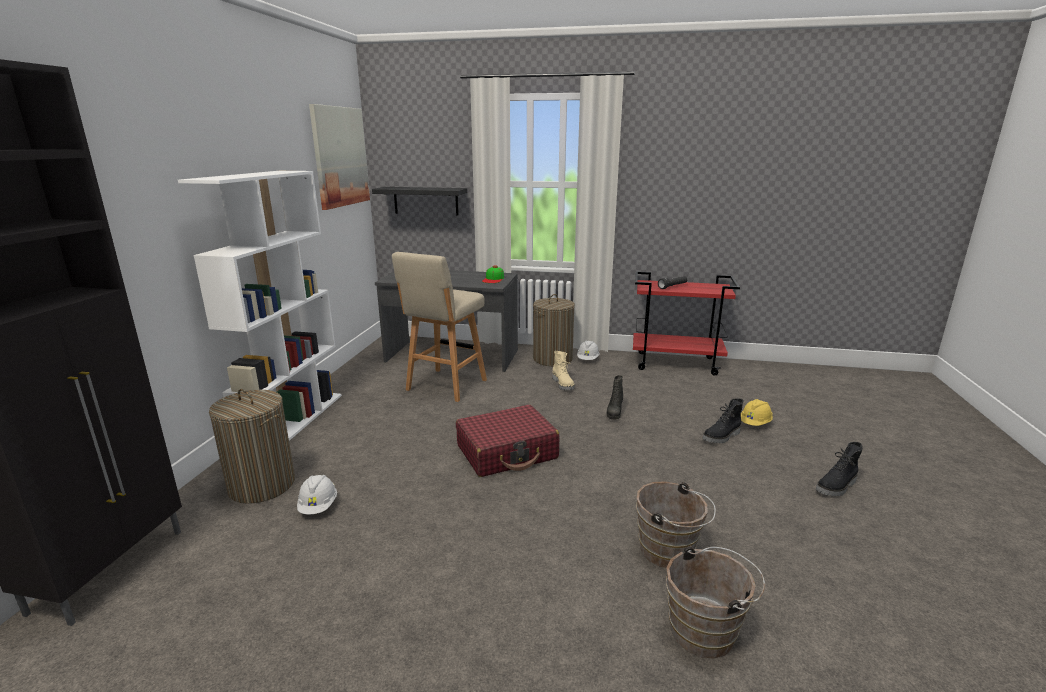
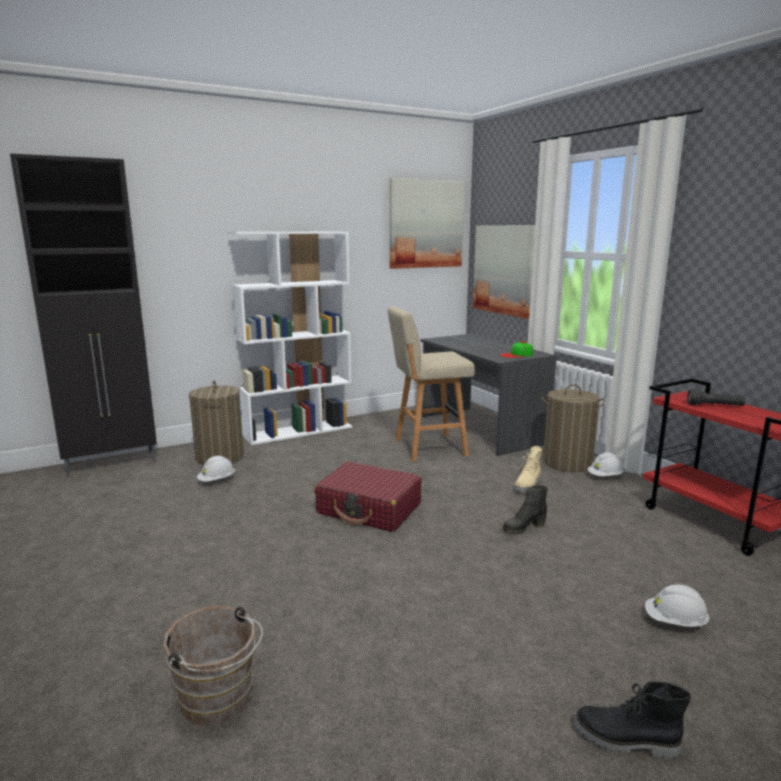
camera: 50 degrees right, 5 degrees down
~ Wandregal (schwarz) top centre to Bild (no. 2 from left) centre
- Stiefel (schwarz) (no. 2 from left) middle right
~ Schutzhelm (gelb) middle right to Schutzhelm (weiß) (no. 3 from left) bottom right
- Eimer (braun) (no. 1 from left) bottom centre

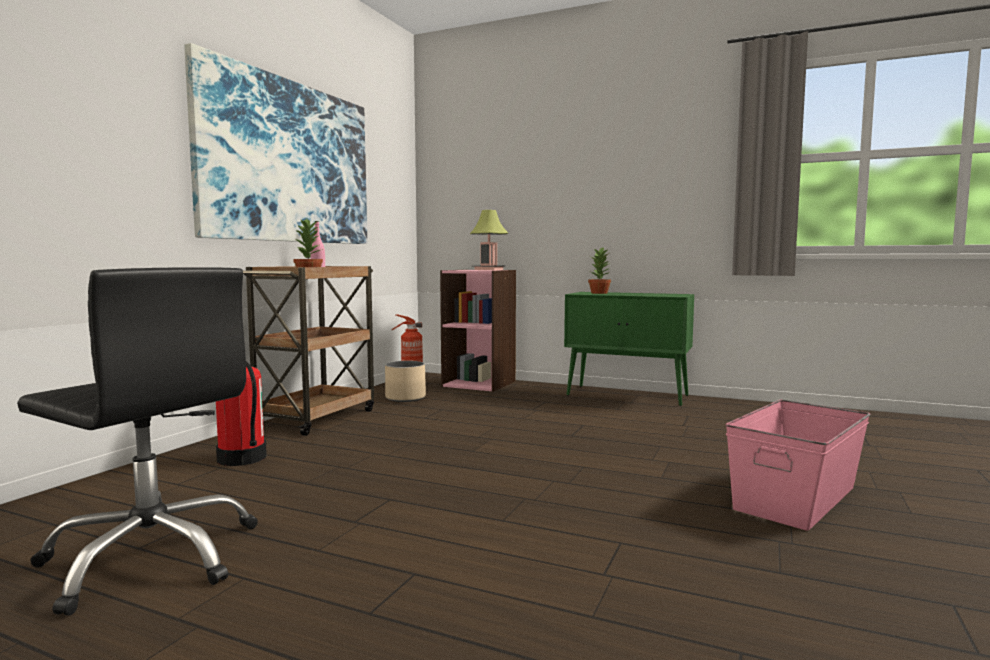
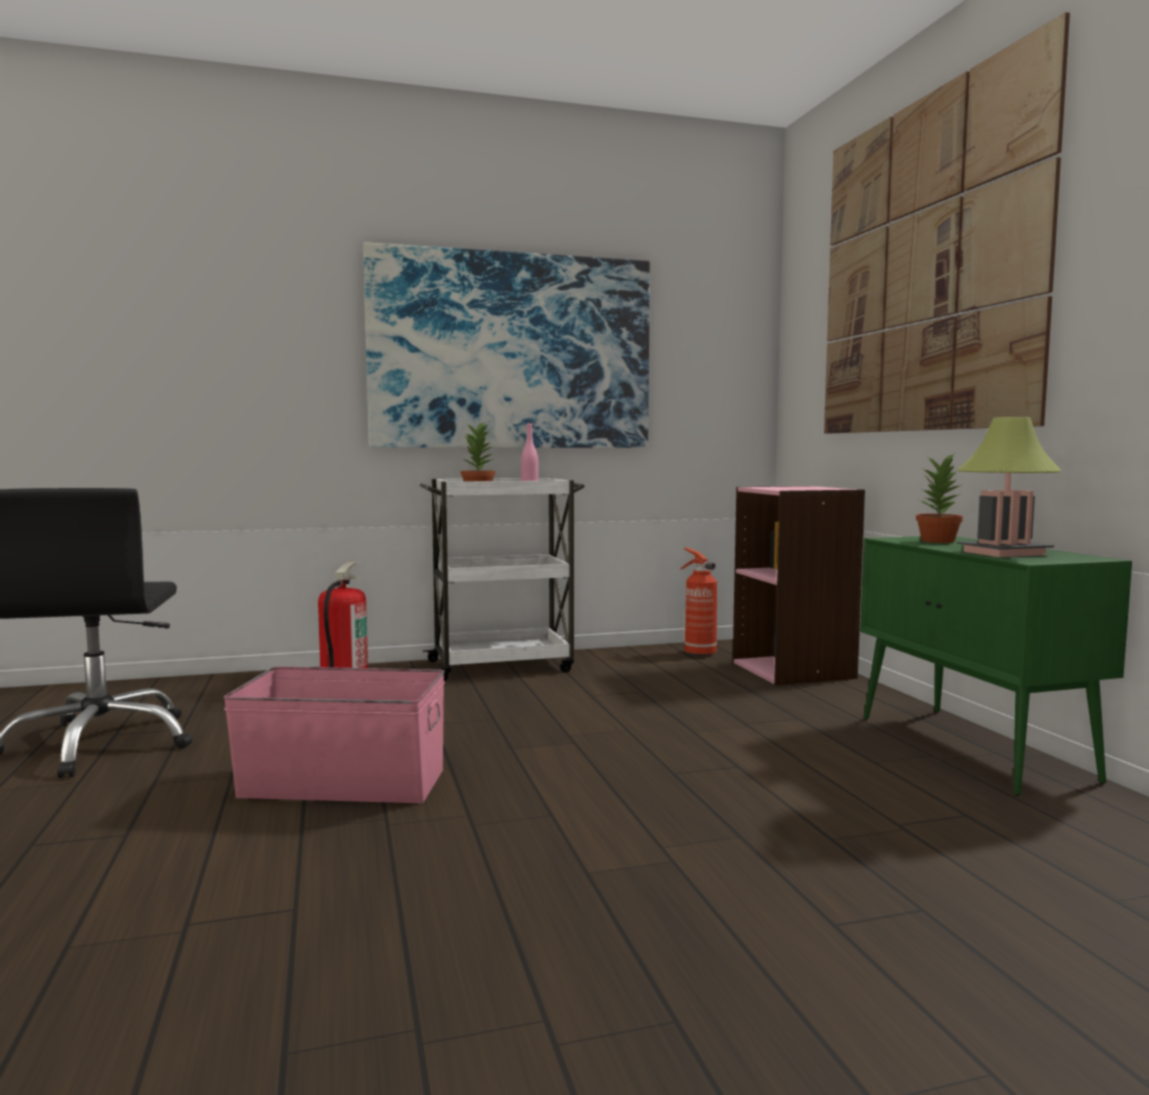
camera: 50 degrees right, 0 degrees up
~ Tischlampe centre to middle right
~ Rollwagen (braun) middle left to Rollwagen (weiß) centre
- Pflanzkübel (beige) centre
~ Aufbewahrungsbox (rosa) bottom right to bottom left
+ Bild (no. 2 from left) top right

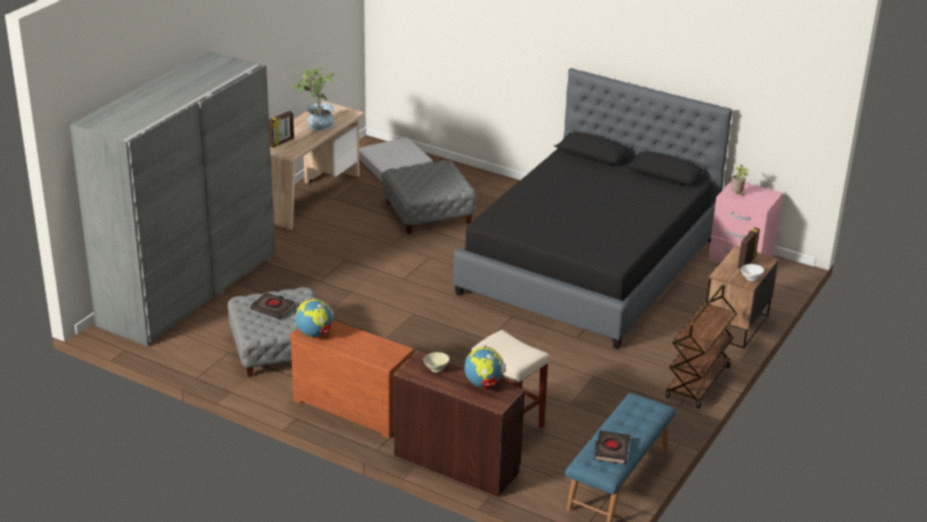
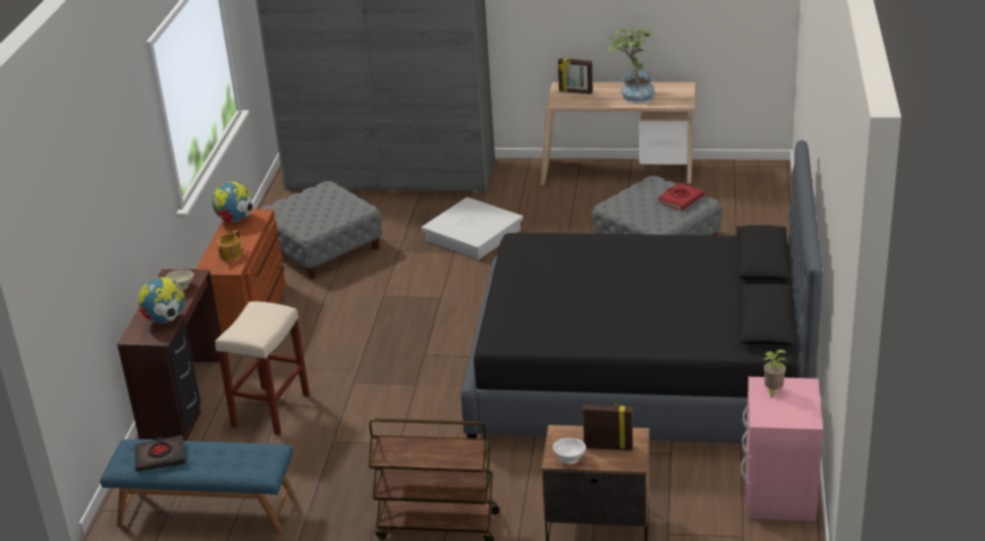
camera: 70 degrees right, 0 degrees up
~ Aufbewahrungsbox (weiß) top centre to centre
- Buch (schwarz) (no. 1 from left) middle left
+ Buch (rot) middle right
+ Teekanne middle left

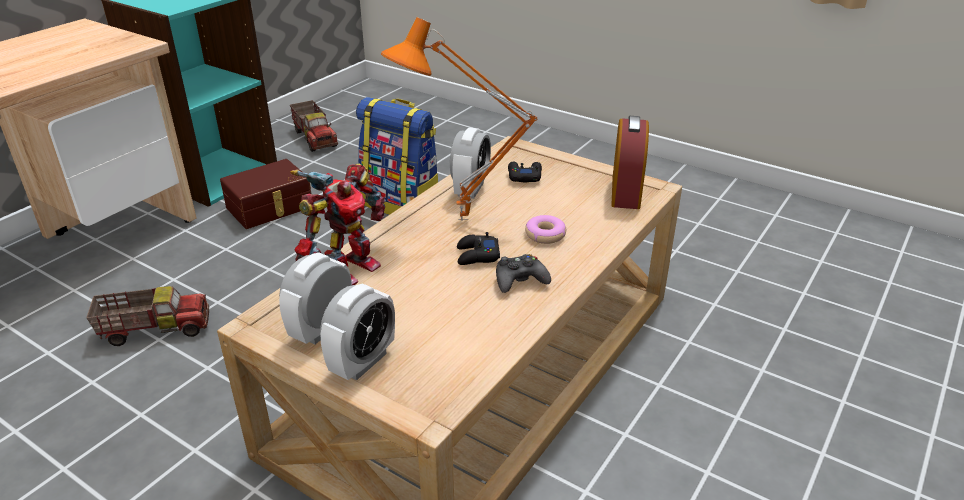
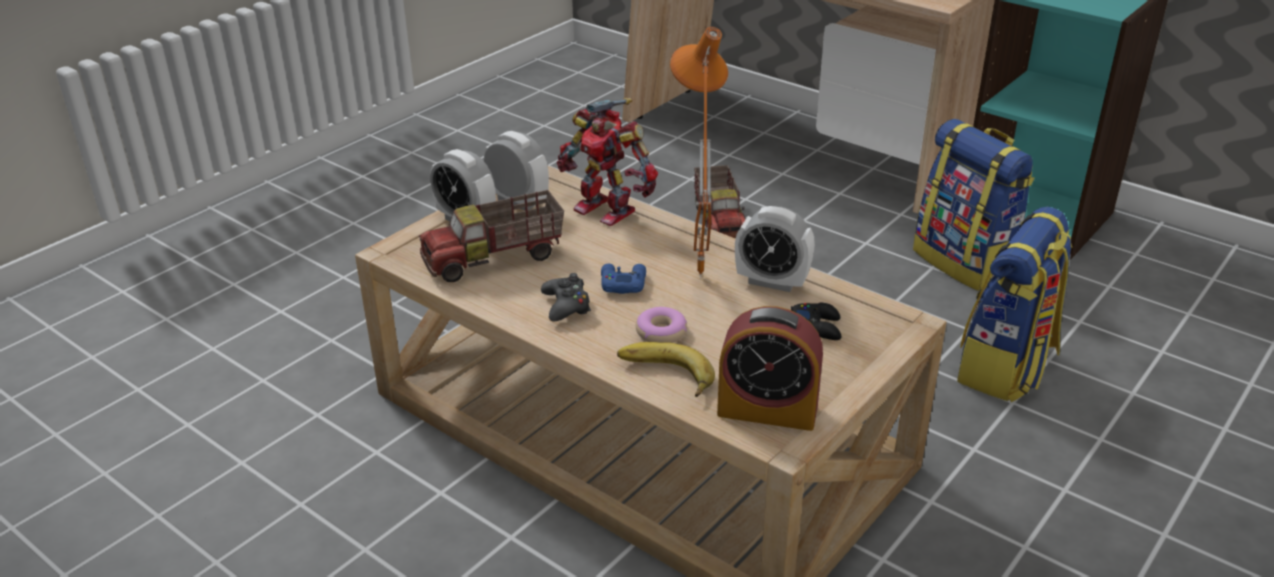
camera: 95 degrees right, 0 degrees up
~ Spielzeuglaster (no. 2 from left in the first image) top left to Spielzeuglaster (no. 1 from left) centre
~ Aufbewahrungsbox (braun) middle left to Rucksack (no. 1 from left) middle right
~ Gamepad (schwarz) (no. 1 from left) centre to Gamepad (blau) centre
+ Banane centre

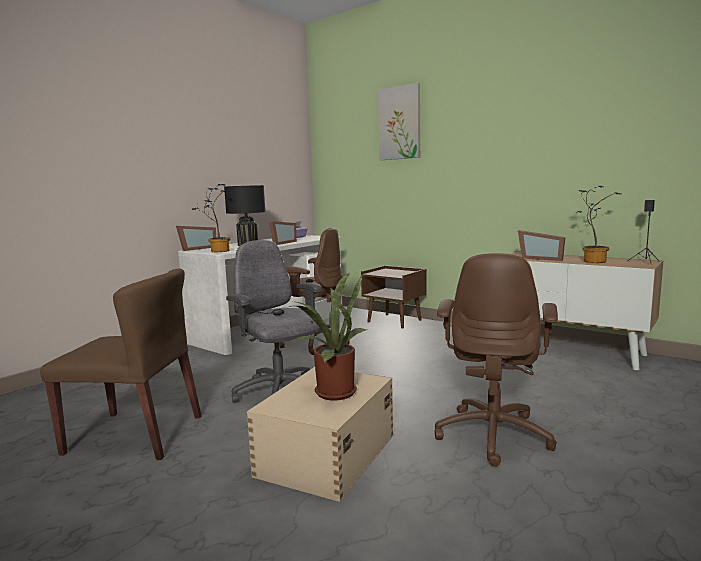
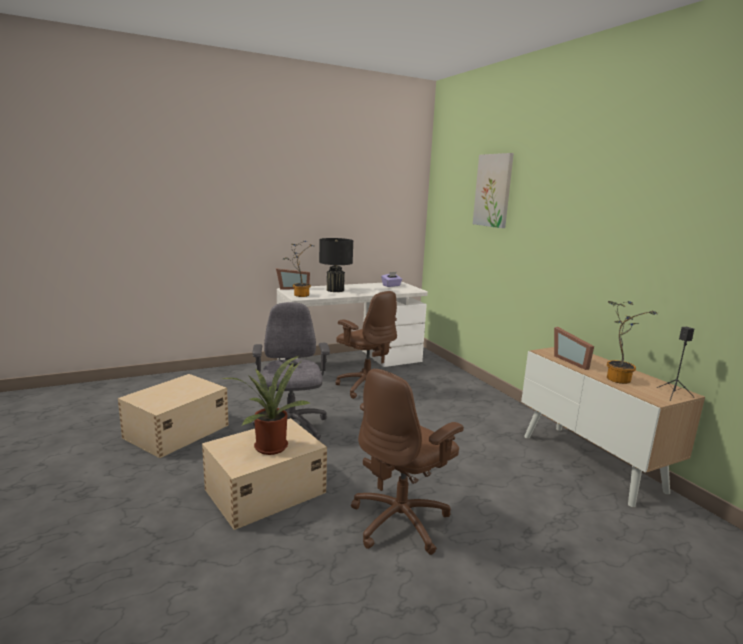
camera: 25 degrees right, 5 degrees up
- Bilderrahmen (no. 2 from left) centre
- Nachttisch (braun) centre
~ Stuhl (braun) middle left to Aufbewahrungsbox (beige) (no. 1 from left) middle left

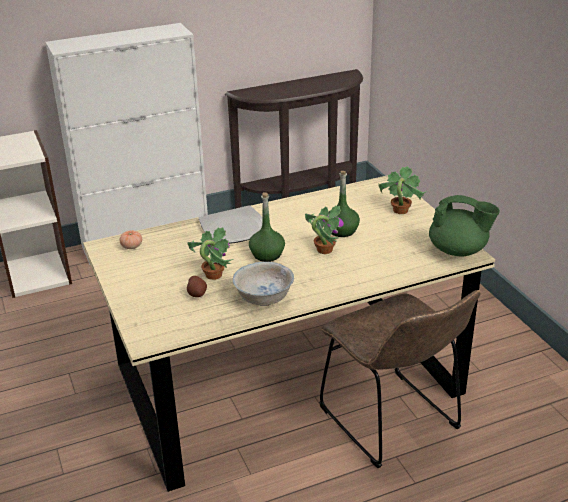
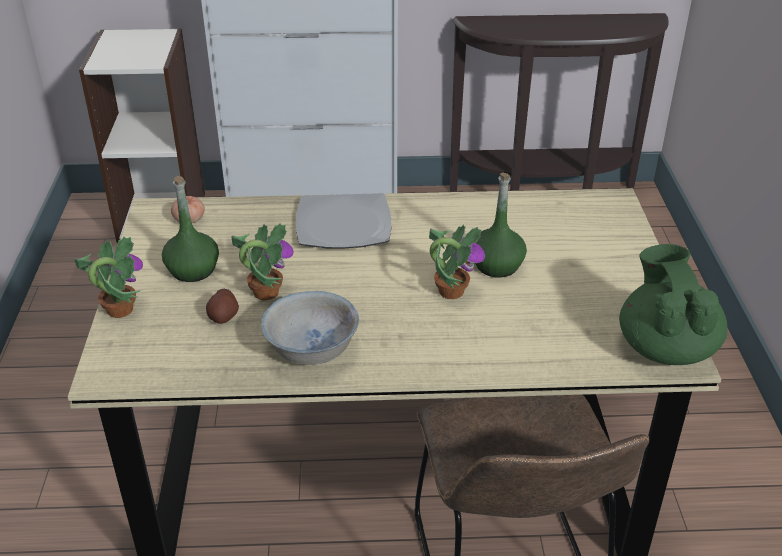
camera: 20 degrees right, 5 degrees up
~ Topfpflanze (no. 3 from left in the first image) middle right to Topfpflanze (no. 1 from left) middle left
~ Flasche (grün) (no. 1 from left) centre to middle left
~ Teekanne (grün) middle right = middle right 135 degrees counterclockwise

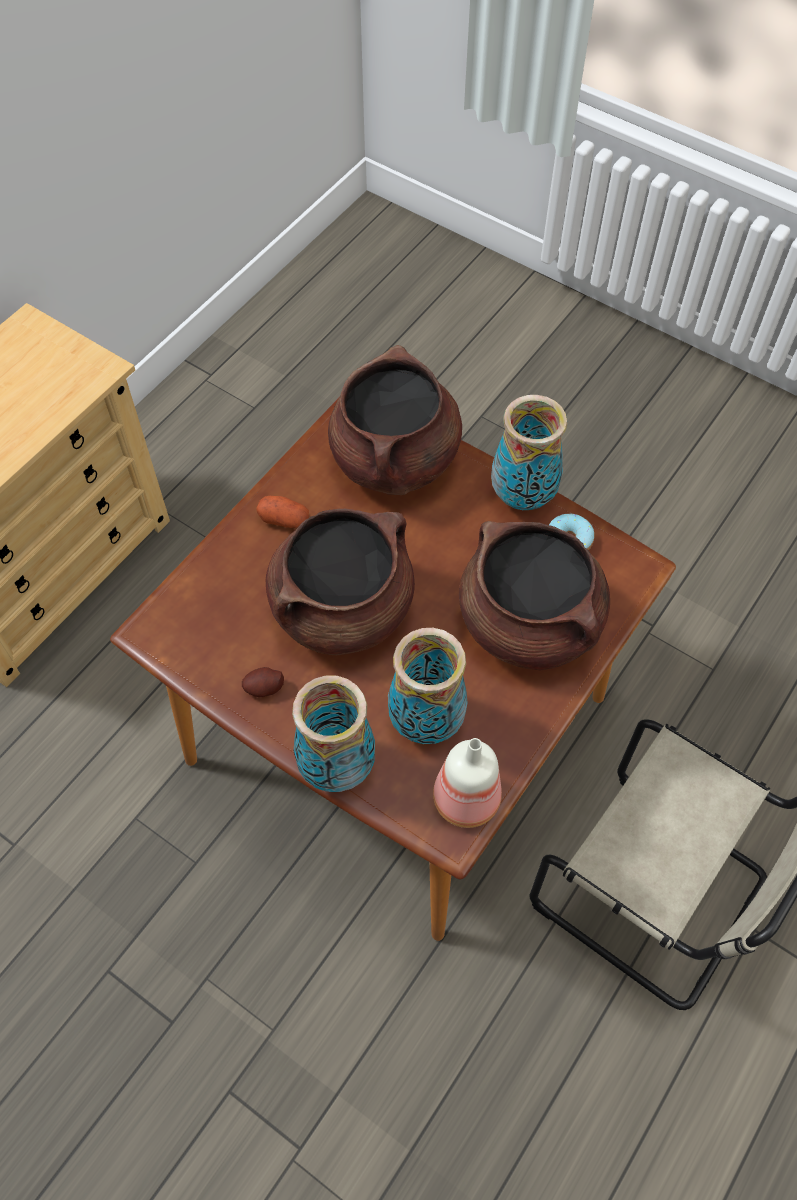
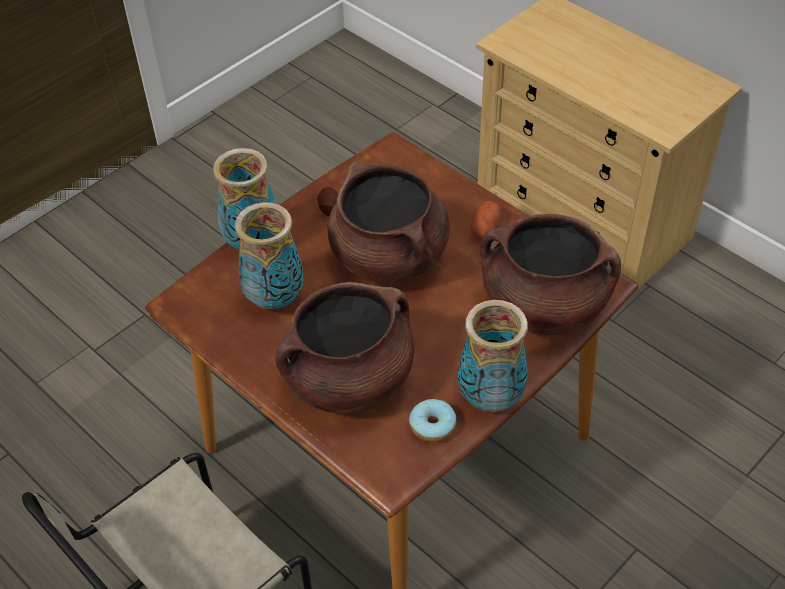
camera: 100 degrees right, 10 degrees down
- Flasche centre

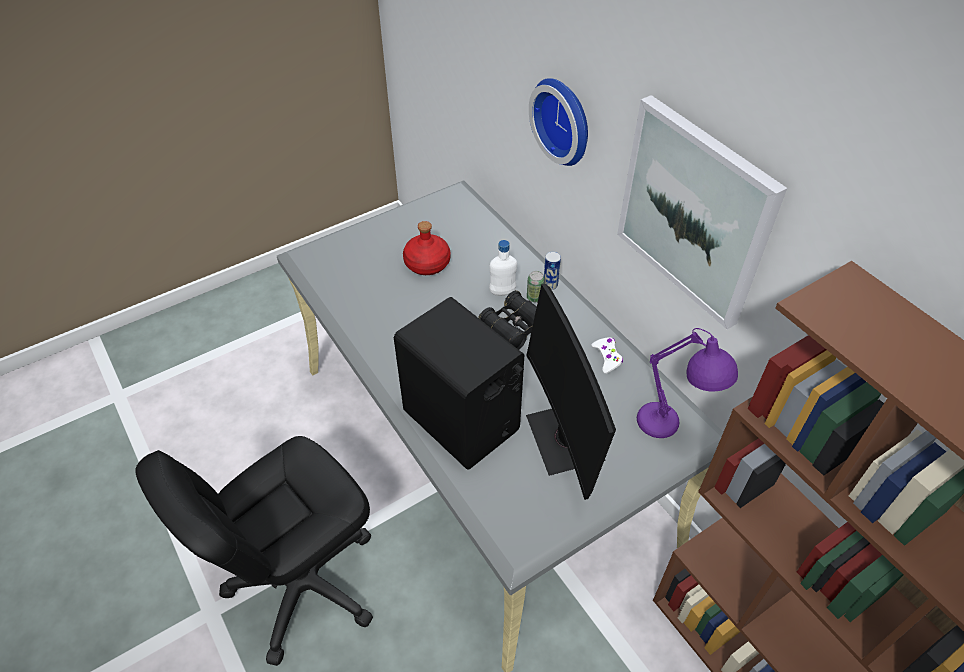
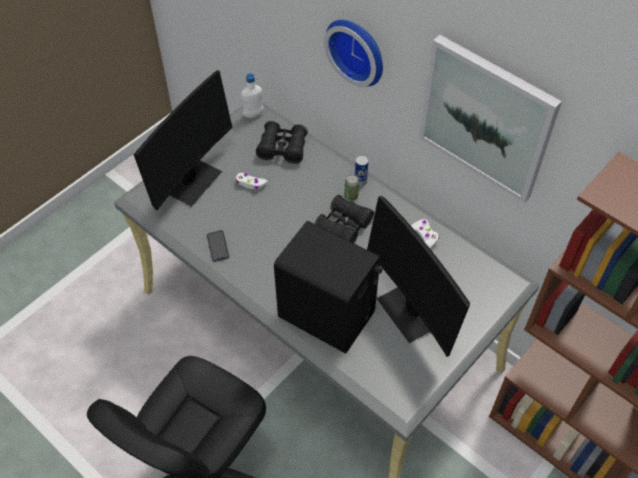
camera: 15 degrees left, 5 degrees up
~ Flasche (rot) centre to Gamepad (weiß) (no. 1 from left) centre
~ Flasche (weiß) centre to top centre
- Tischlampe (lila) middle right
+ Monitor (no. 1 from left) top left
+ Fernglas (schwarz) (no. 1 from left) top centre
+ Handy centre

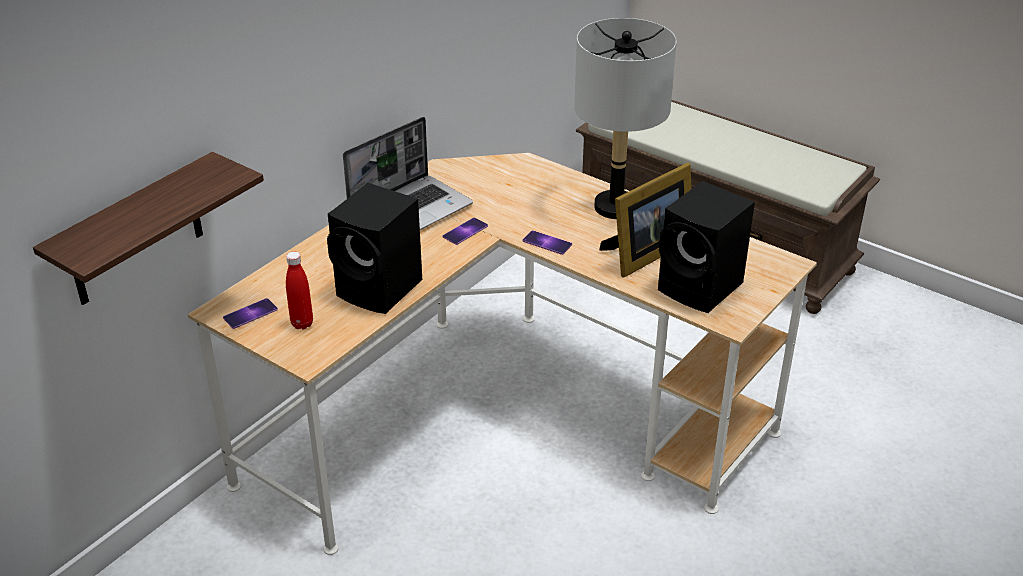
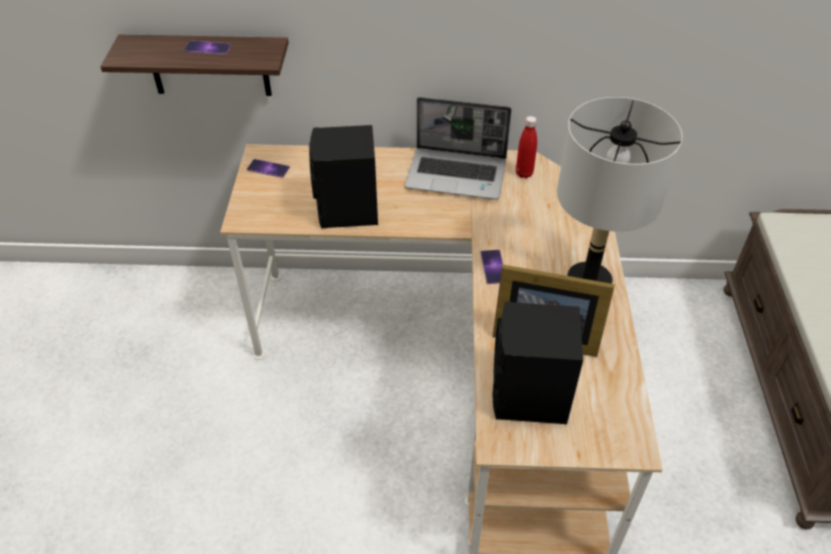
camera: 55 degrees right, 10 degrees up
~ Handy (no. 2 from left in the first image) centre to Handy (no. 1 from left) top left
~ Flasche (rot) middle left to top centre

